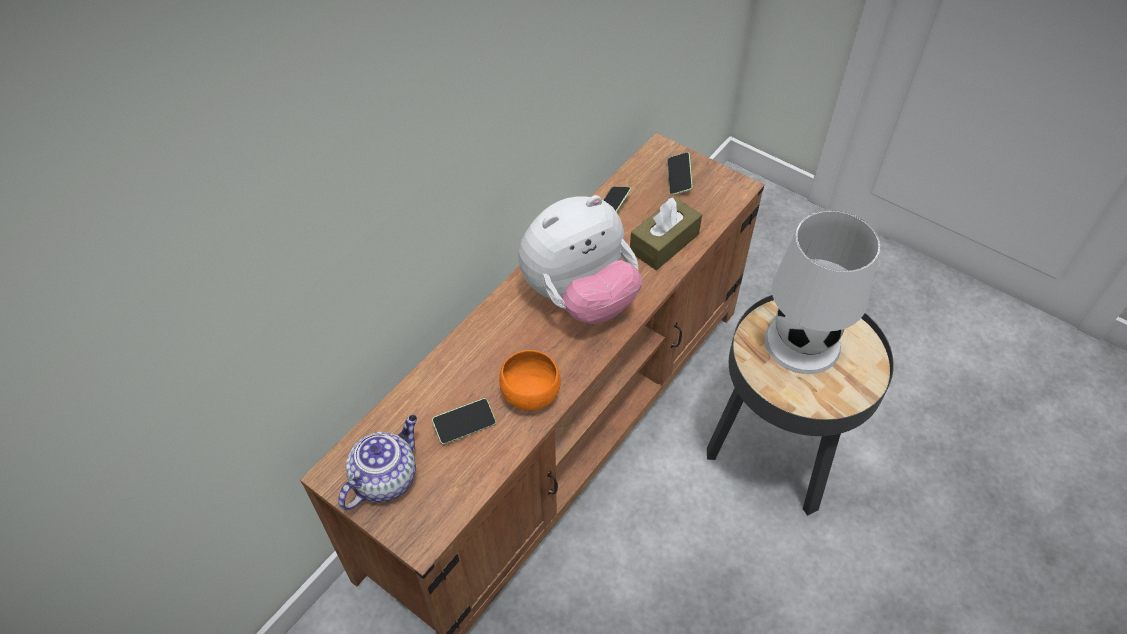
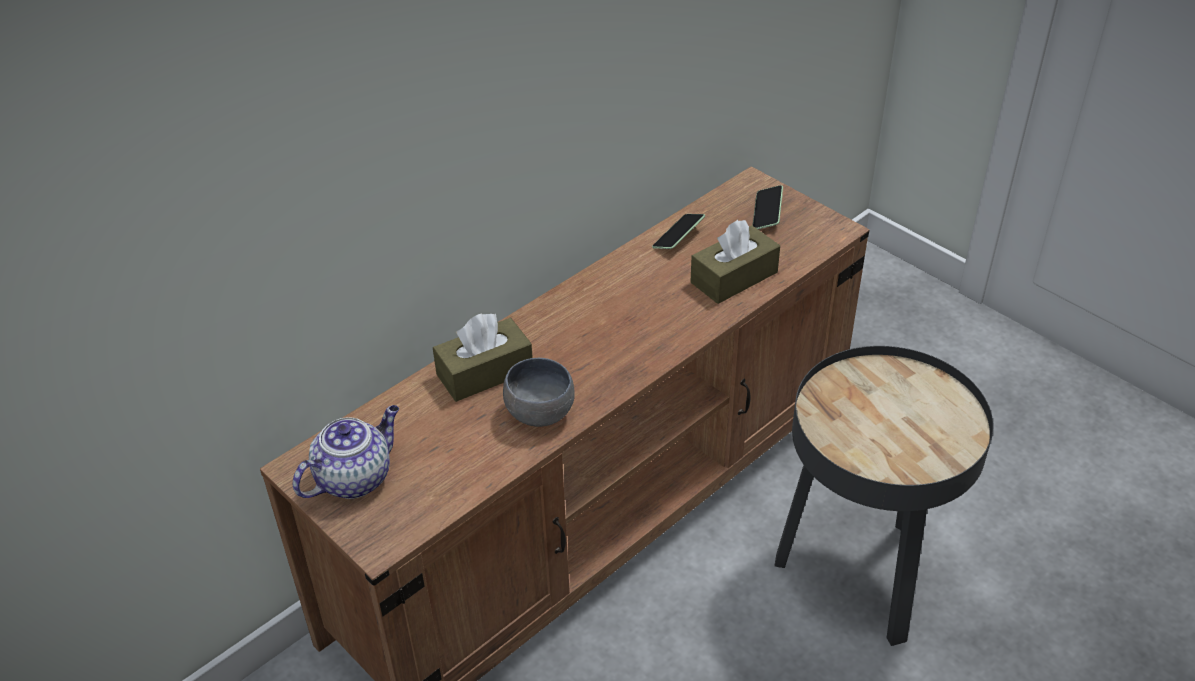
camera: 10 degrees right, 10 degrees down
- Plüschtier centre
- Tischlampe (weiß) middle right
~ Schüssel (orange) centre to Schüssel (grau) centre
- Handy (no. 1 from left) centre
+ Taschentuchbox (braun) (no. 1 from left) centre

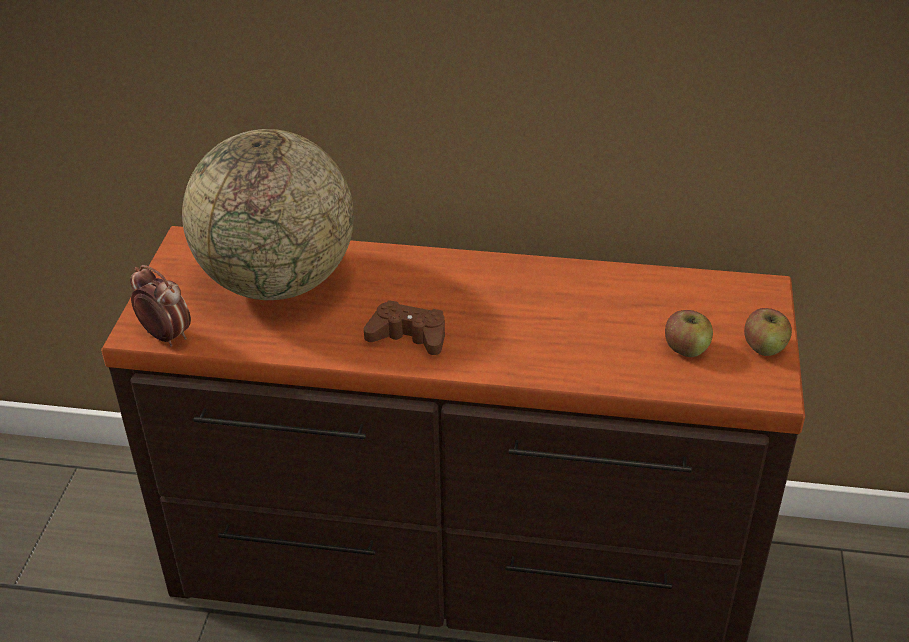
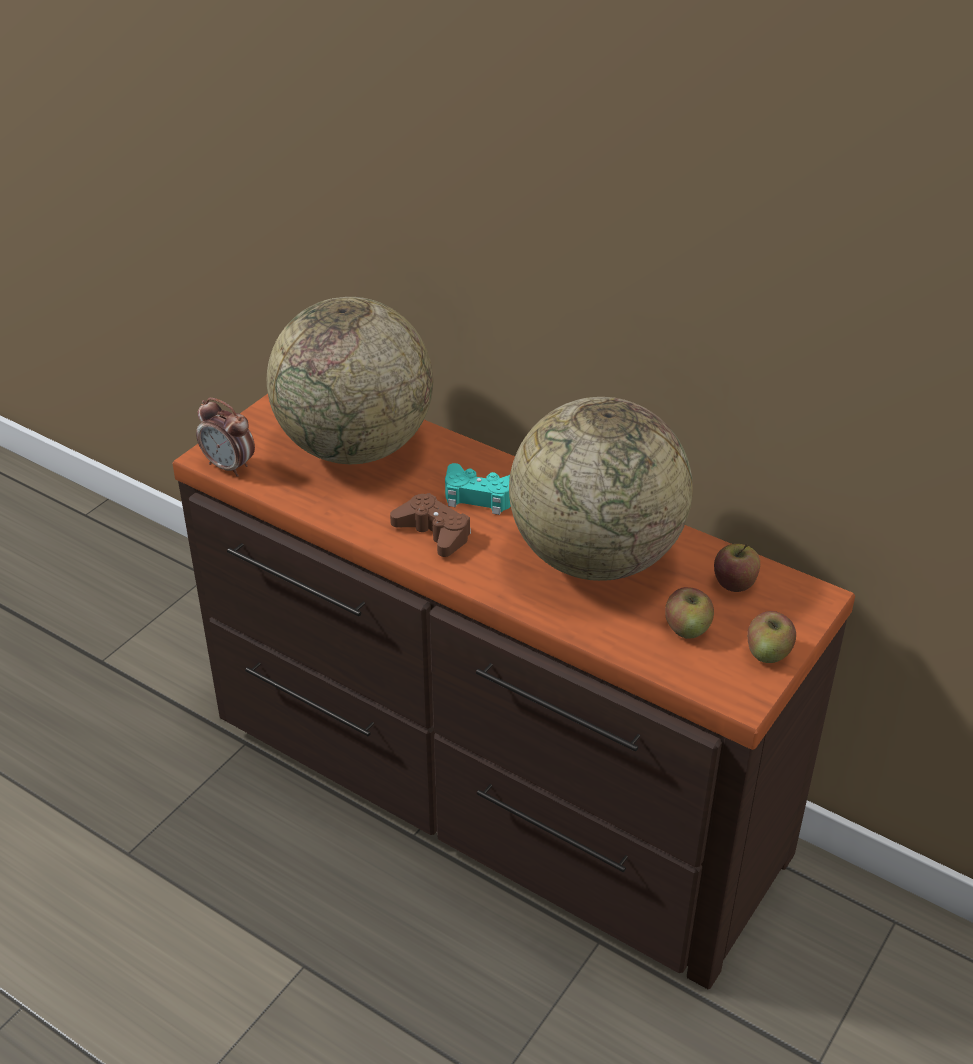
camera: 25 degrees right, 0 degrees up
~ Wecker middle left = middle left 150 degrees clockwise
+ Globus (no. 2 from left) centre
+ Gamepad (türkis) centre
+ Apfel (no. 2 from left) middle right

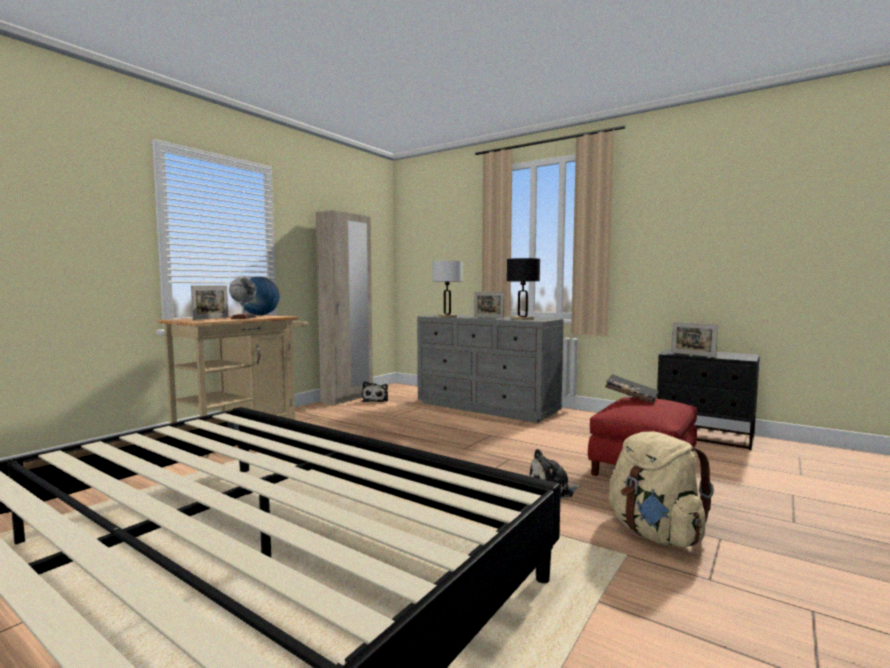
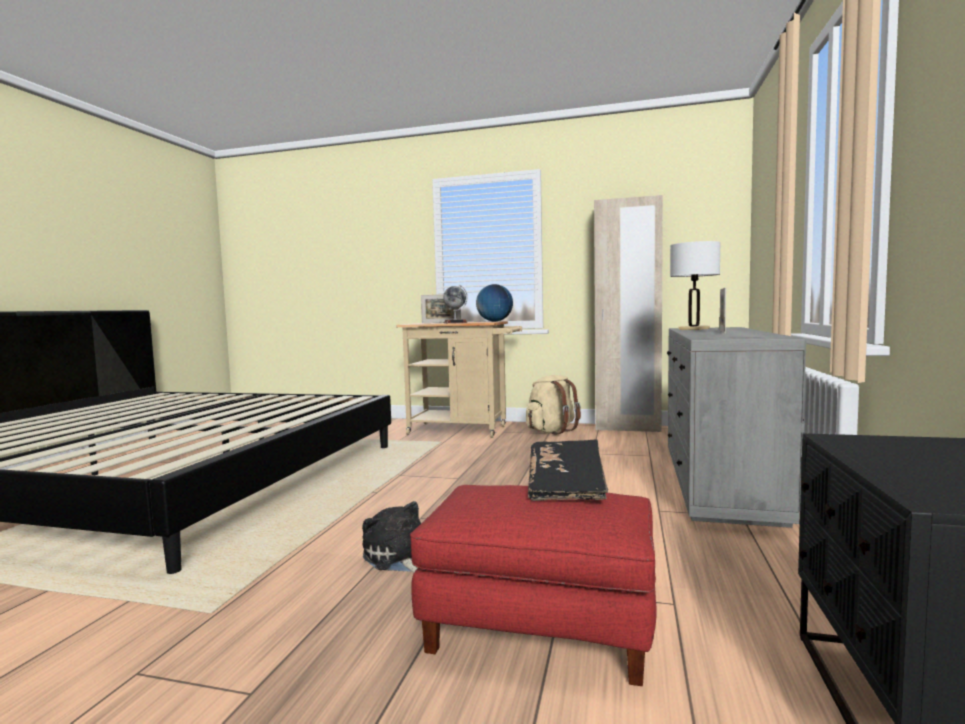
camera: 70 degrees right, 0 degrees up
- Tischlampe (schwarz) centre
- Bilderrahmen (no. 3 from left) middle right
- Plüschtier (no. 1 from left) centre
~ Rucksack (beige) bottom right to centre

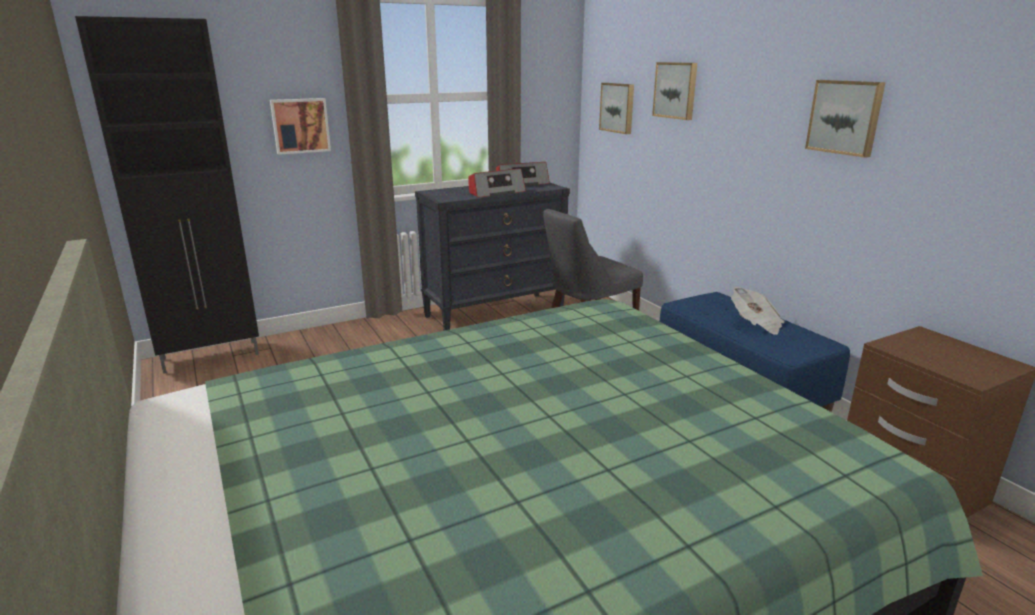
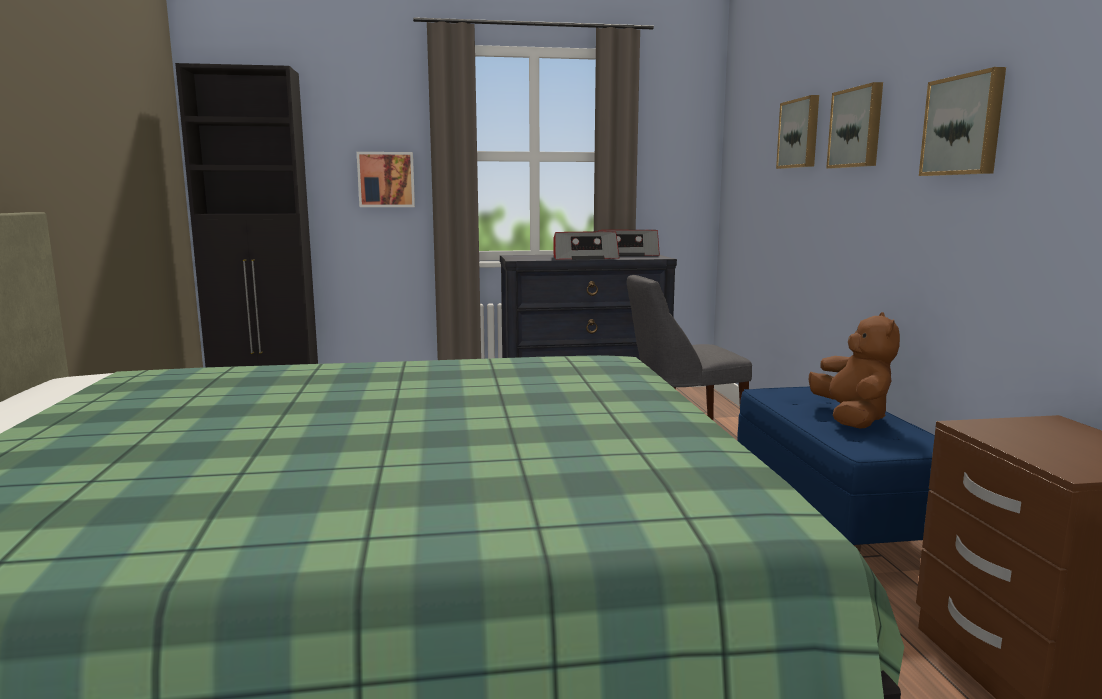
camera: 20 degrees right, 10 degrees down
~ Bild (no. 2 from left in the first image) top centre to Bild (no. 3 from left) top right
~ Zeitung middle right to Plüschtier (braun) middle right

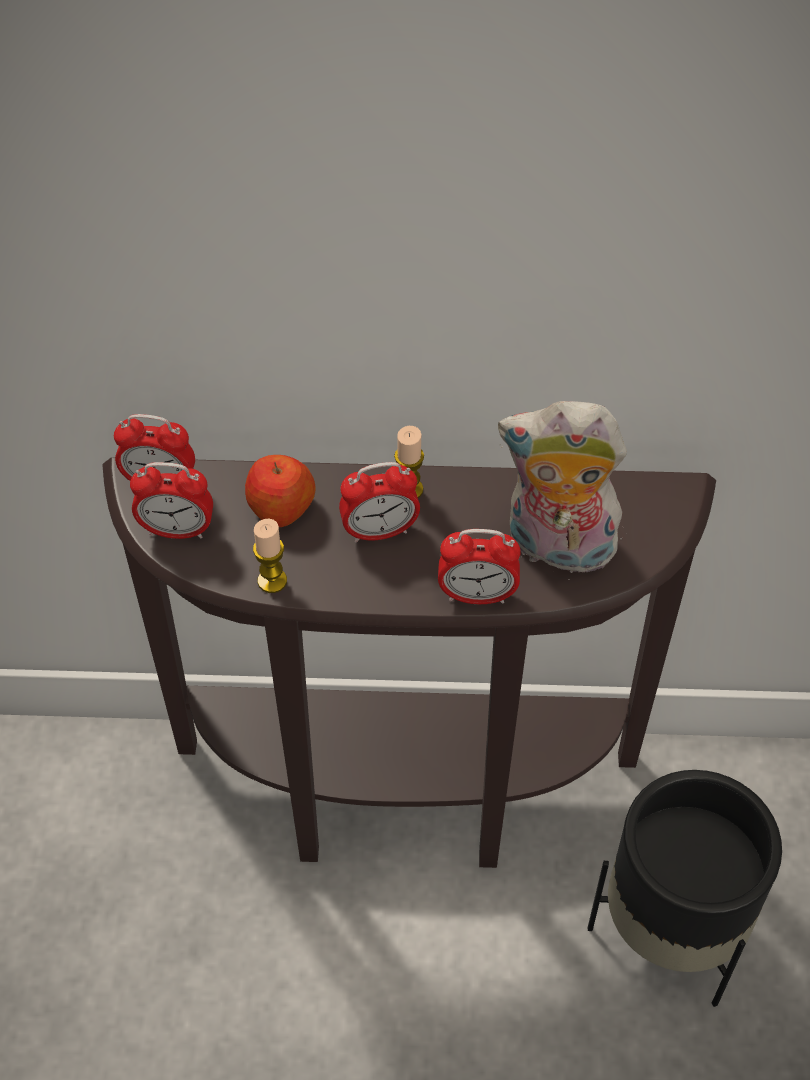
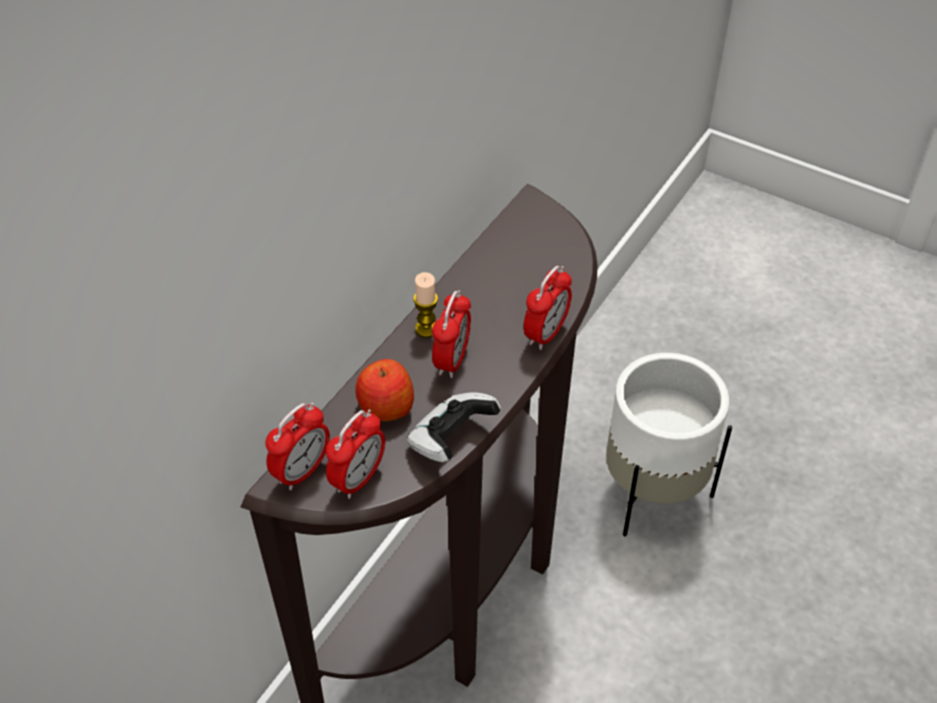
camera: 60 degrees left, 5 degrees down
- Plüschtier middle right
~ Kerze (no. 1 from left) centre to Gamepad centre
~ Pflanzkübel (schwarz) bottom right to Pflanzkübel (weiß) middle right

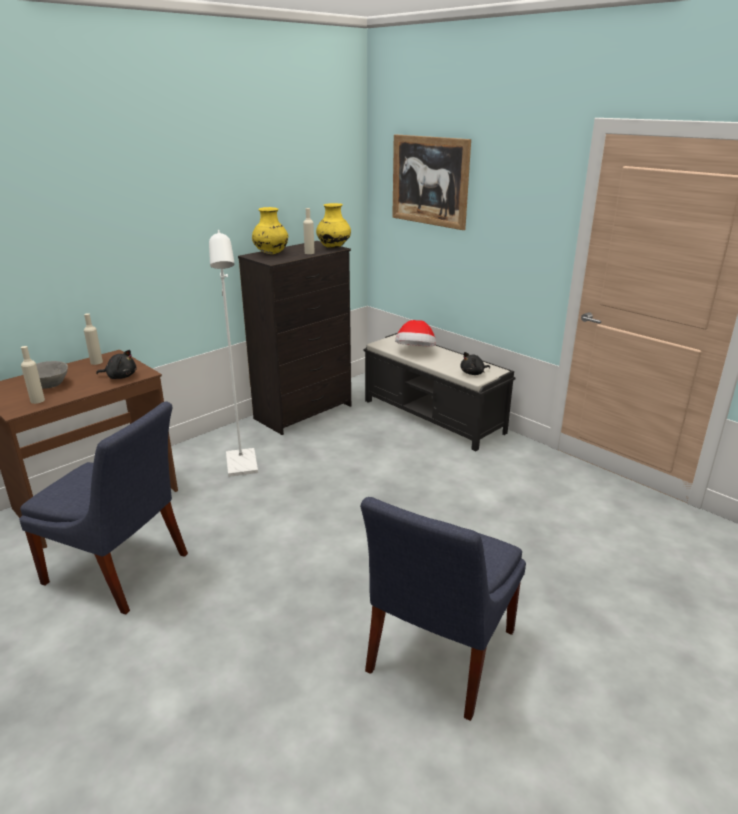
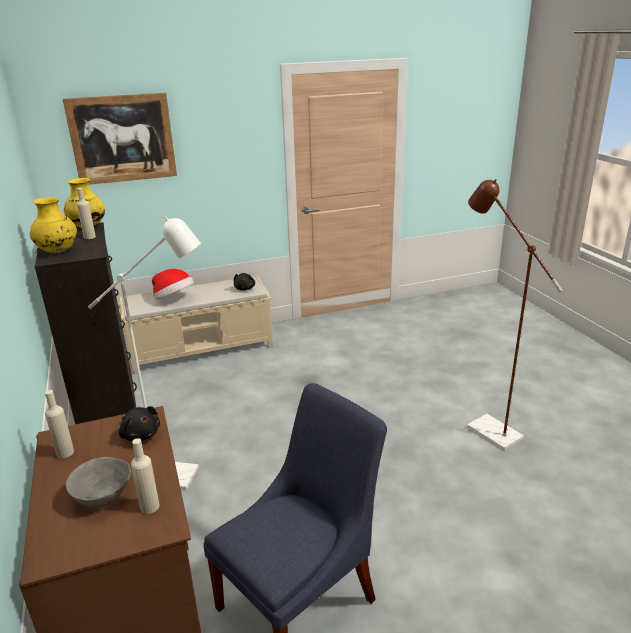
camera: 65 degrees left, 0 degrees up
~ Bank (schwarz) centre to Bank (beige) middle left
~ Plüschtier (schwarz) (no. 1 from left) middle left = bottom left 105 degrees clockwise
~ Stuhl (blau) (no. 2 from left) bottom centre to Stehlampe (braun) middle right

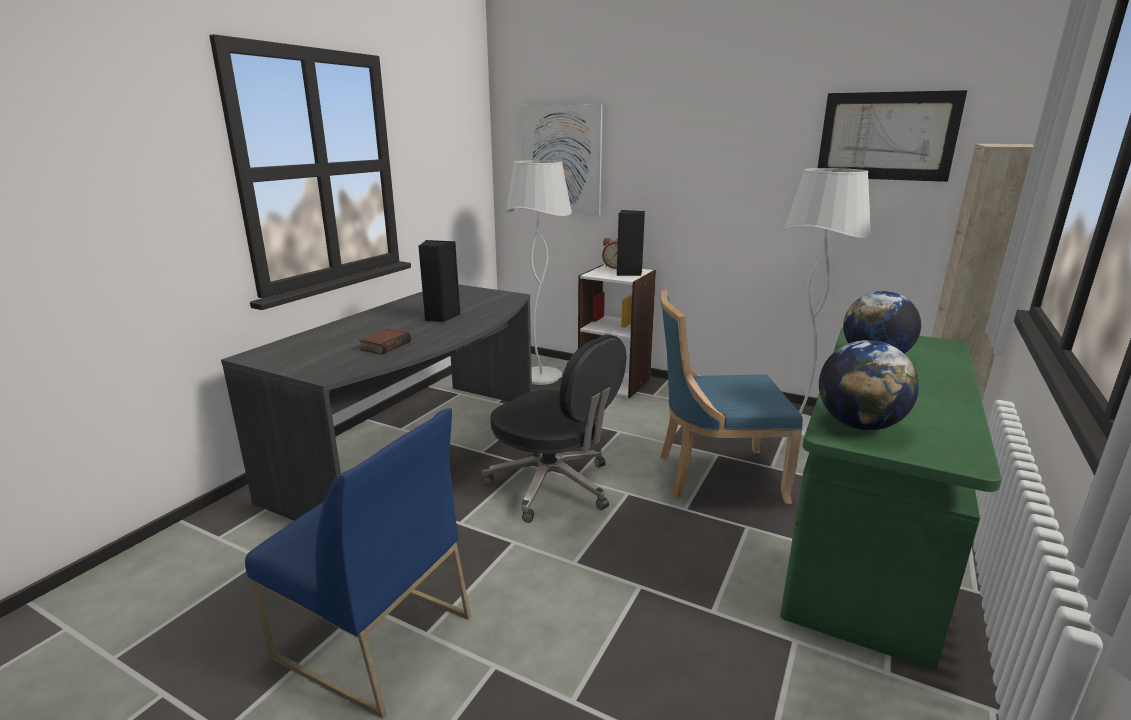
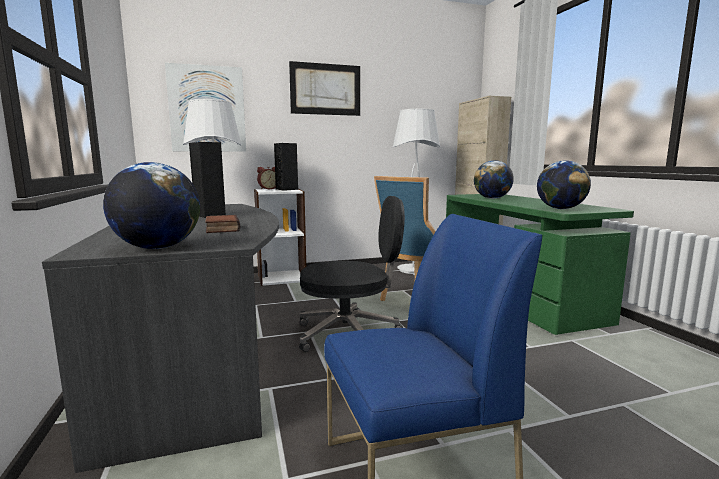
camera: 45 degrees left, 10 degrees down
~ Bild (no. 2 from left) top right to top centre
+ Globus (no. 1 from left) middle left

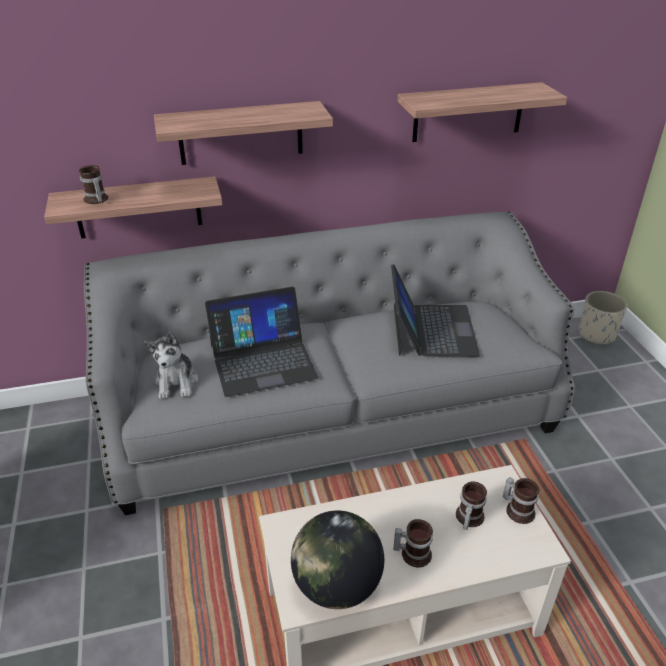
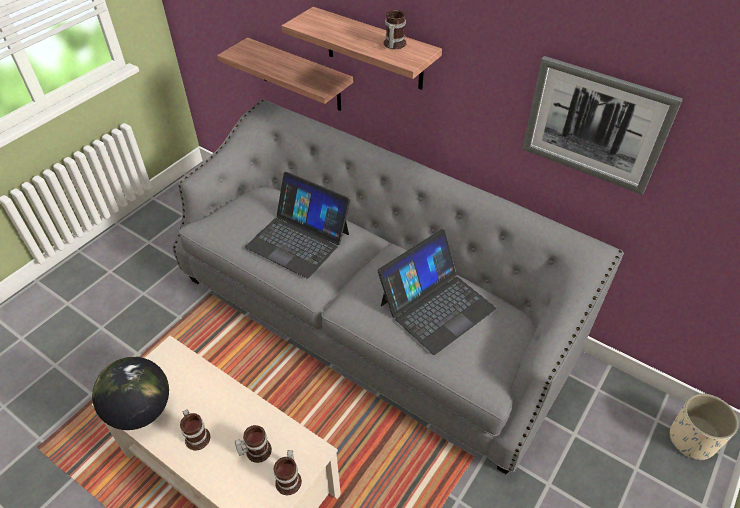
camera: 50 degrees right, 10 degrees up
~ Wandregal (no. 3 from left) top right to Bild top right
~ Henkelbecher (no. 1 from left in the first image) top left to Henkelbecher (no. 4 from left) top centre
- Plüschtier middle left

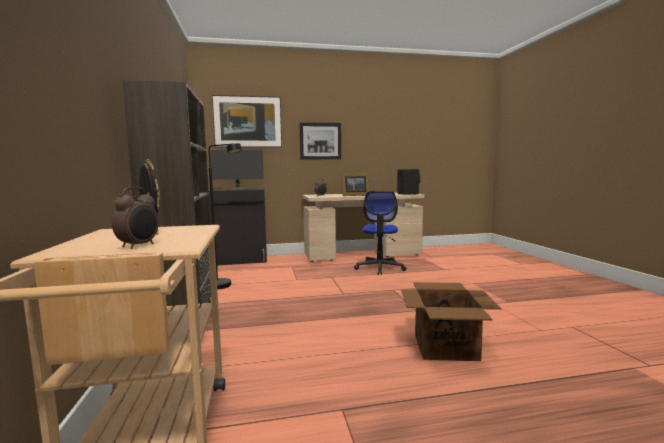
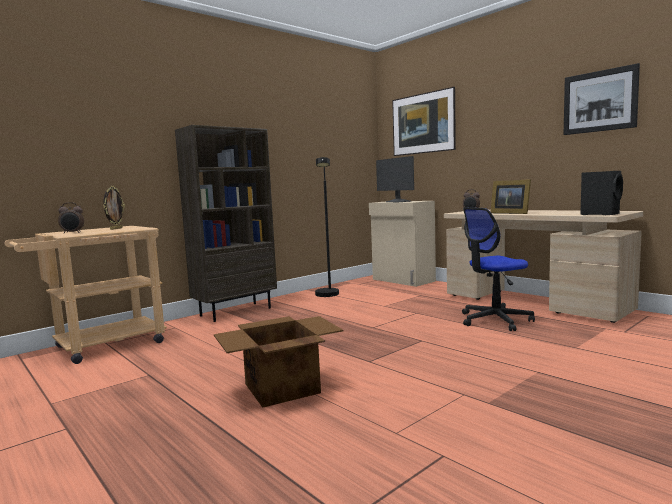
camera: 60 degrees right, 0 degrees up
~ Bild (no. 2 from left) top centre to top right
~ Schrank (schwarz) centre to Schrank (beige) centre

